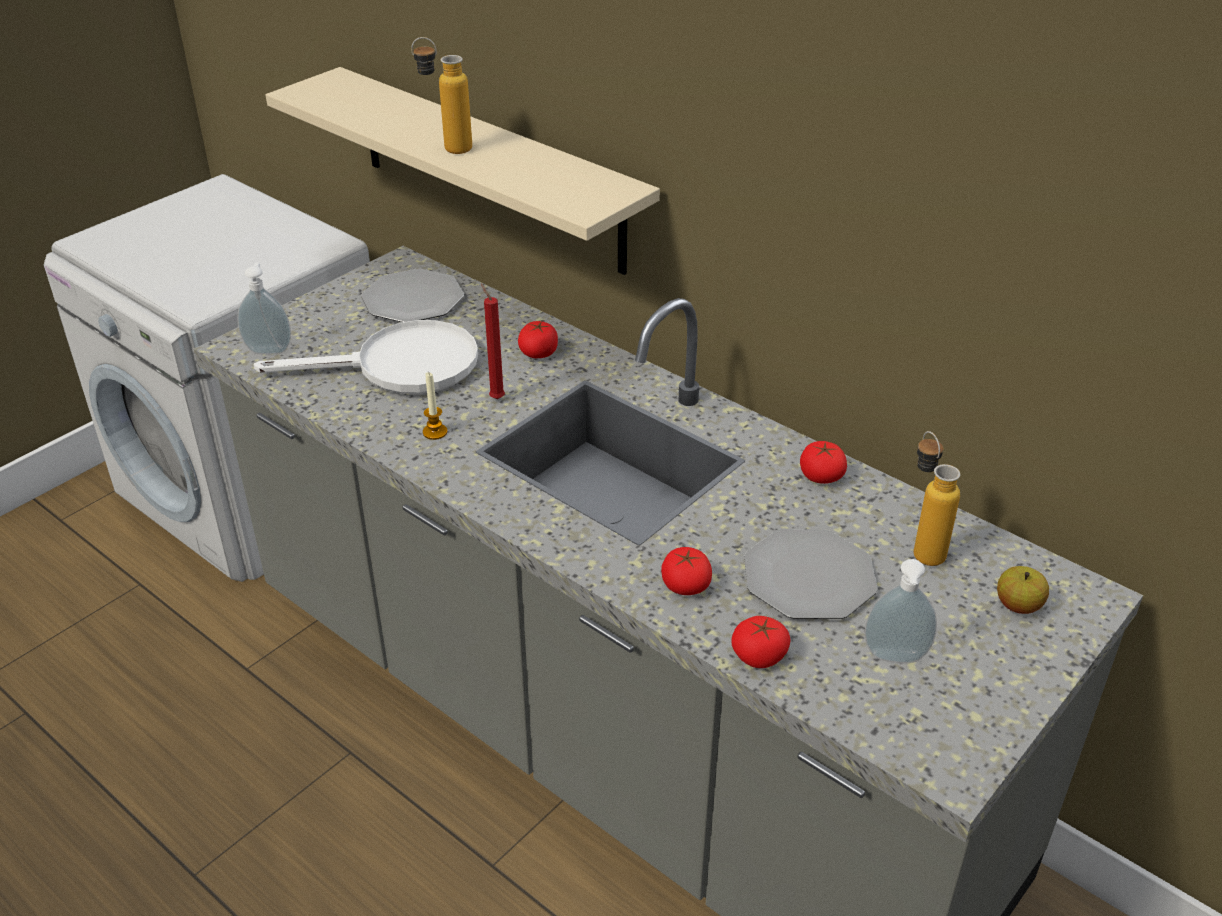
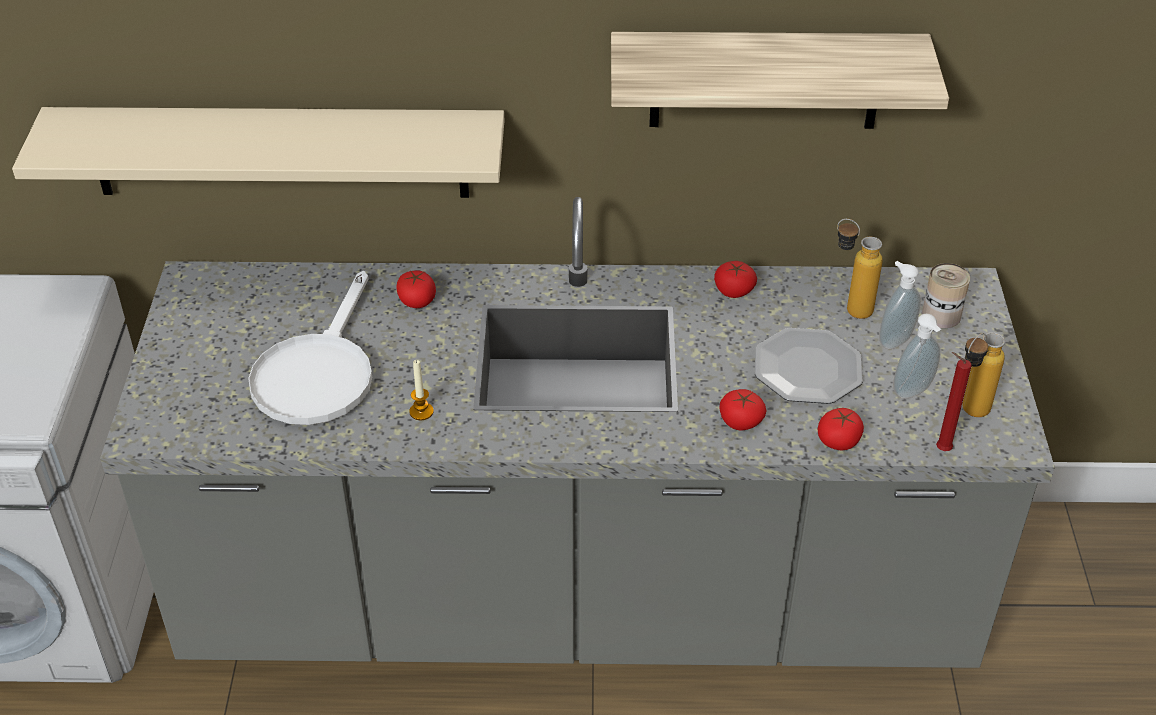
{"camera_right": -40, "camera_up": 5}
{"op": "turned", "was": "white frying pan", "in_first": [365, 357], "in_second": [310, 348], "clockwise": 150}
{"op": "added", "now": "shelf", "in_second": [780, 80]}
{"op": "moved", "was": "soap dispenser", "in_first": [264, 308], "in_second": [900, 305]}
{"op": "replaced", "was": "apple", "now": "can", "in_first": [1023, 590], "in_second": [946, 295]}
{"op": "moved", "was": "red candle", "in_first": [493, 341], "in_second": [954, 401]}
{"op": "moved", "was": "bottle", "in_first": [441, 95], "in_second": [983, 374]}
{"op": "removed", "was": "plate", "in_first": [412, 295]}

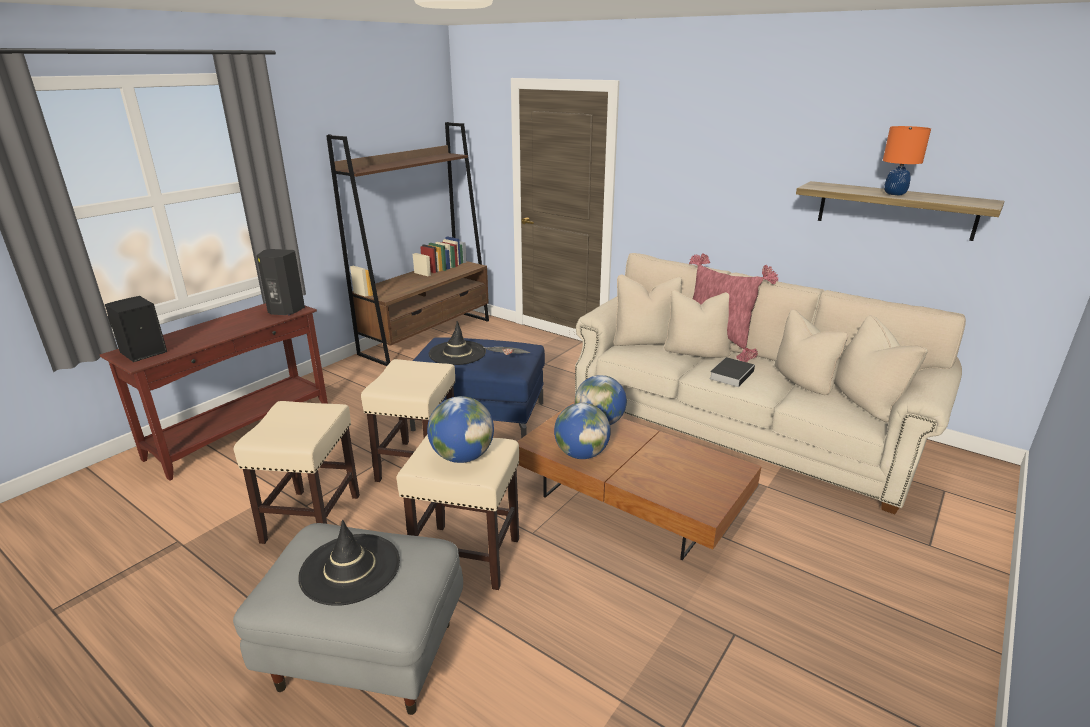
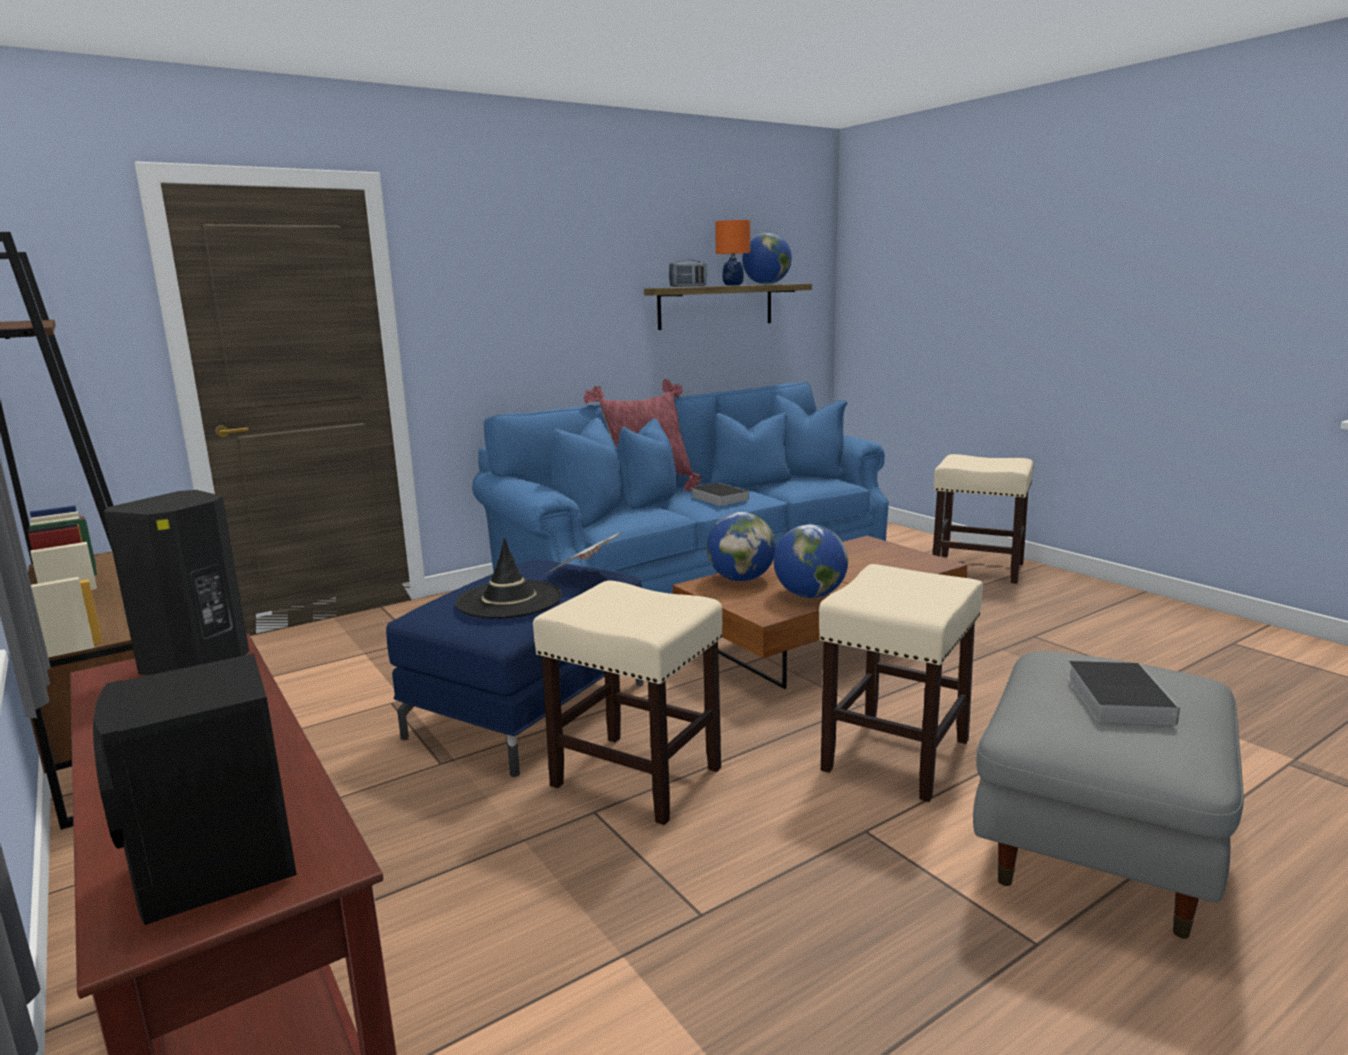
{"camera_right": -70, "camera_up": -10}
{"op": "recoloured", "was": "beige sofa", "now": "blue sofa", "in_first": [770, 383], "in_second": [680, 488]}
{"op": "added", "now": "radio", "in_second": [688, 273]}
{"op": "moved", "was": "globe", "in_first": [460, 429], "in_second": [767, 258]}
{"op": "moved", "was": "beige stool", "in_first": [297, 472], "in_second": [983, 519]}
{"op": "replaced", "was": "black hat", "now": "book", "in_first": [349, 563], "in_second": [1123, 693]}

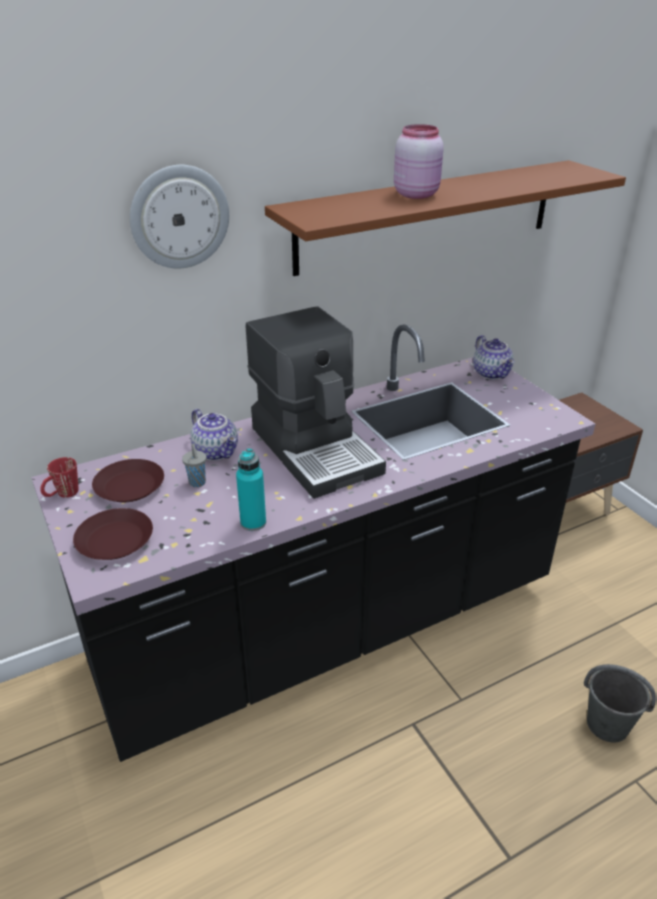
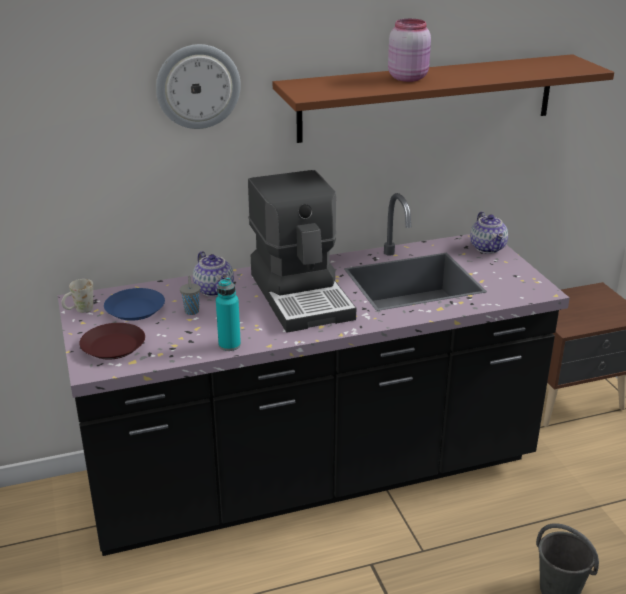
{"camera_right": 10, "camera_up": -5}
{"op": "recoloured", "was": "red mug", "now": "white mug", "in_first": [59, 477], "in_second": [77, 296]}
{"op": "recoloured", "was": "brown plate", "now": "blue plate", "in_first": [128, 480], "in_second": [134, 304]}

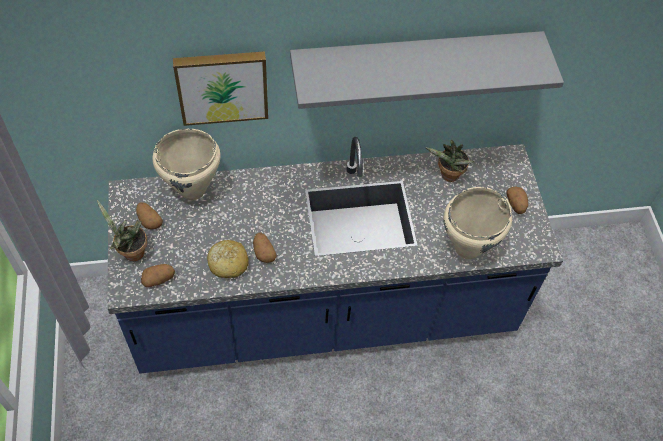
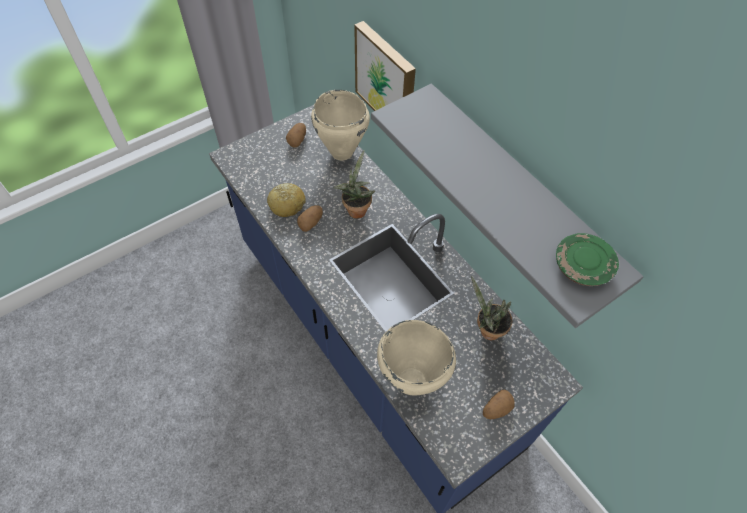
{"camera_right": 65, "camera_up": 0}
{"op": "moved", "was": "potted plant", "in_first": [122, 230], "in_second": [354, 184]}
{"op": "added", "now": "green plate", "in_second": [587, 259]}
{"op": "removed", "was": "potato", "in_first": [158, 275]}

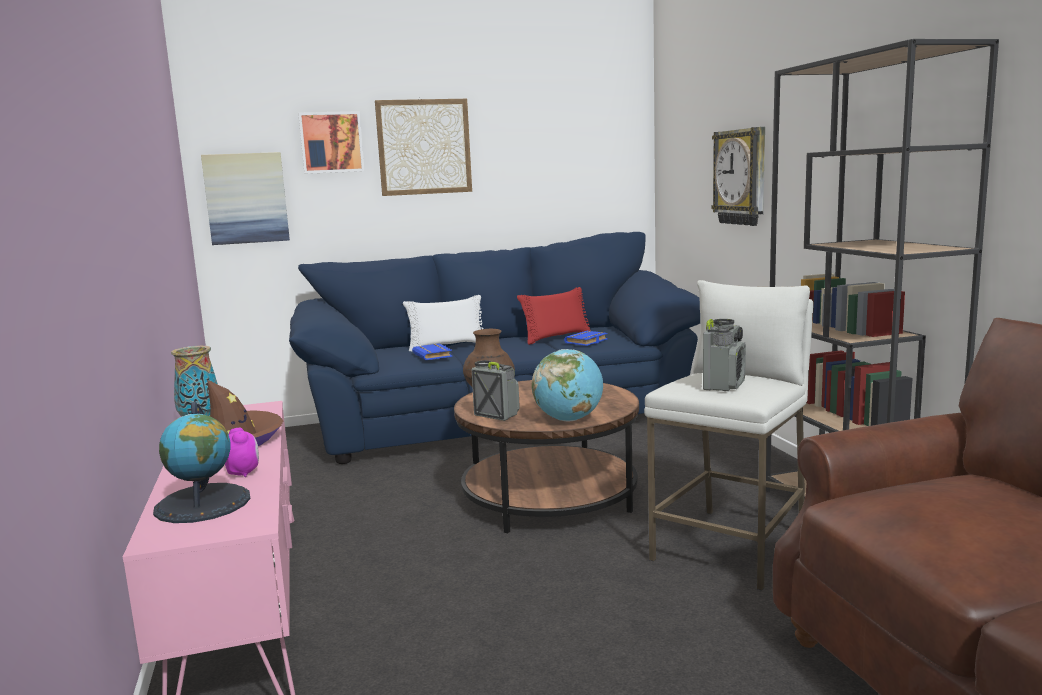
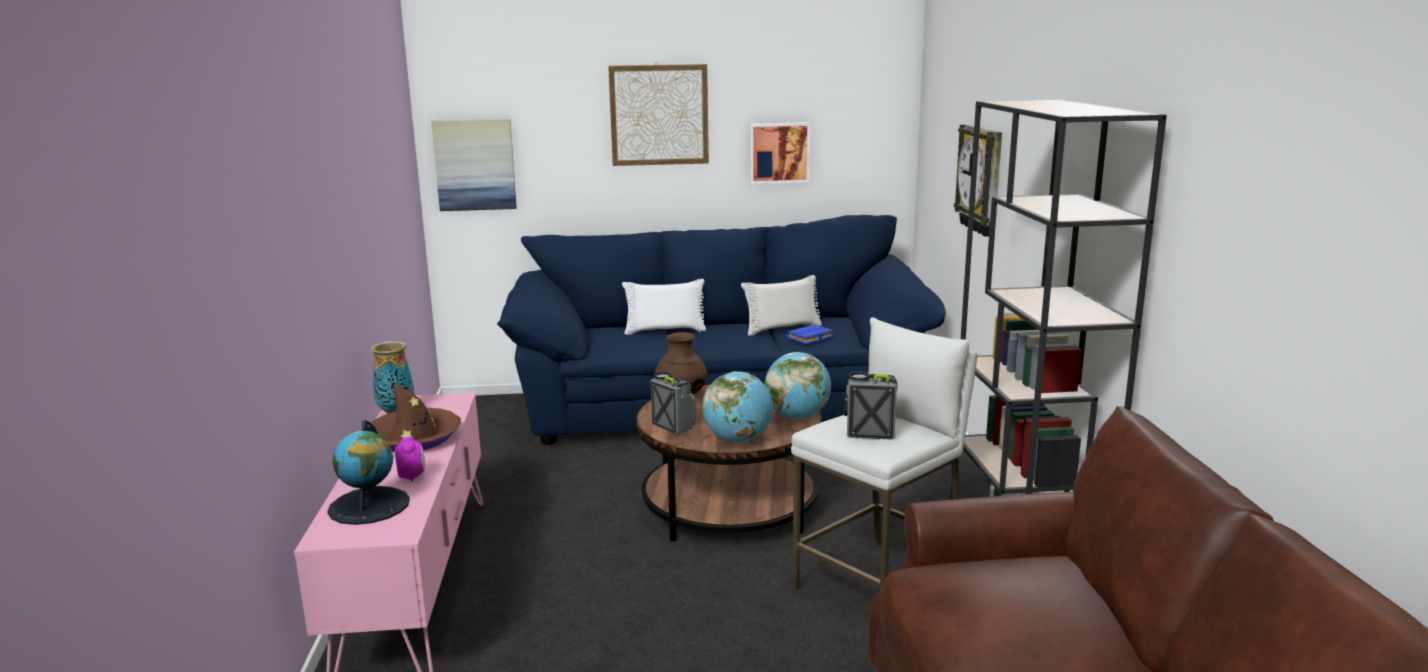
{"camera_right": 10, "camera_up": 5}
{"op": "recoloured", "was": "red pillow", "now": "white pillow", "in_first": [554, 316], "in_second": [781, 305]}
{"op": "moved", "was": "picture", "in_first": [331, 142], "in_second": [780, 153]}
{"op": "added", "now": "globe", "in_second": [798, 385]}
{"op": "turned", "was": "radio", "in_first": [724, 355], "in_second": [871, 405], "clockwise": -120}
{"op": "removed", "was": "blue book", "in_first": [432, 351]}

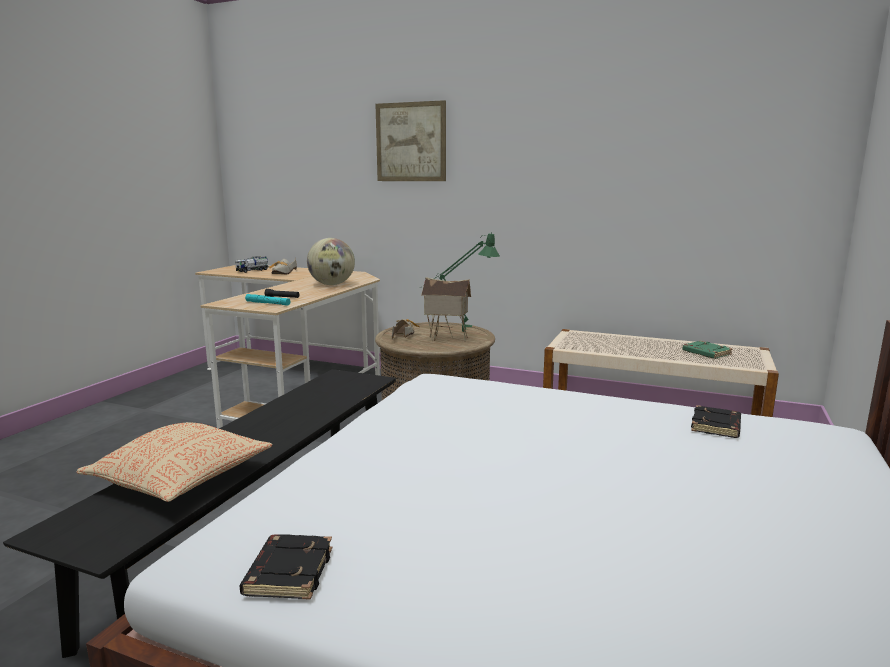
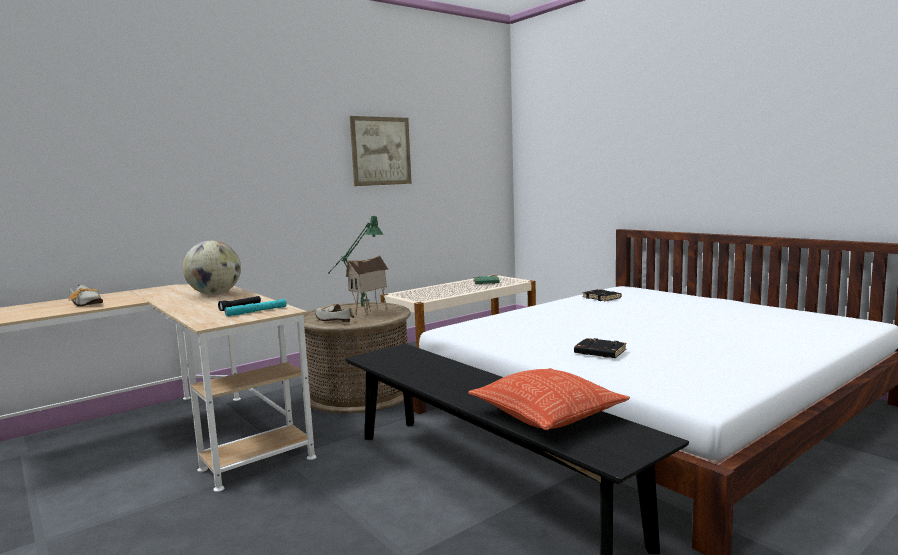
{"camera_right": -60, "camera_up": -5}
{"op": "moved", "was": "picture", "in_first": [410, 140], "in_second": [381, 151]}
{"op": "recoloured", "was": "beige pillow", "now": "orange pillow", "in_first": [174, 462], "in_second": [549, 399]}
{"op": "moved", "was": "black book", "in_first": [285, 567], "in_second": [600, 348]}
{"op": "removed", "was": "toy truck", "in_first": [253, 264]}

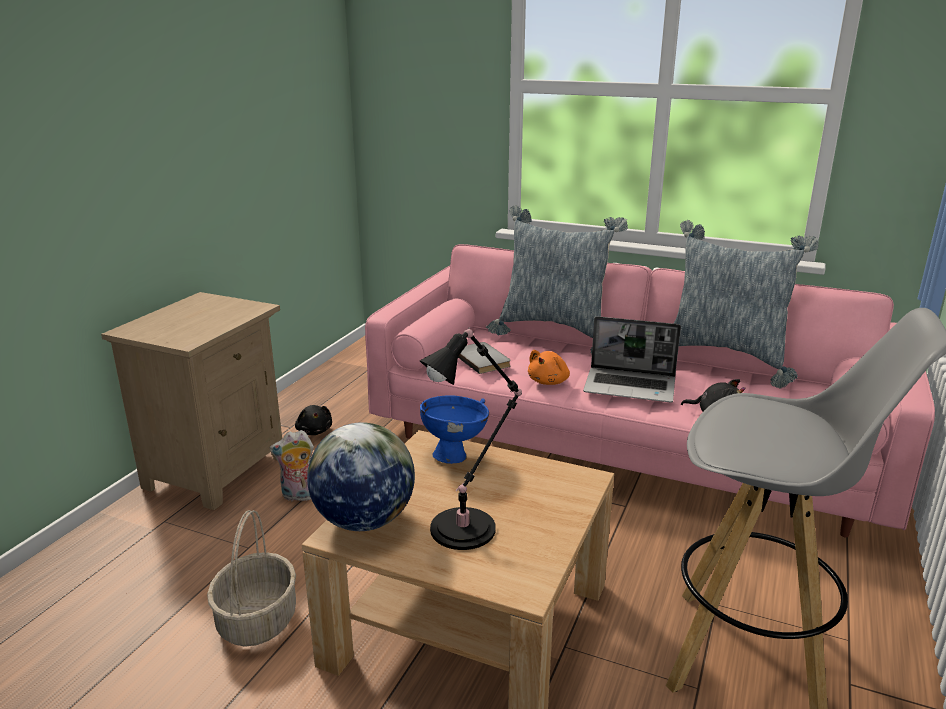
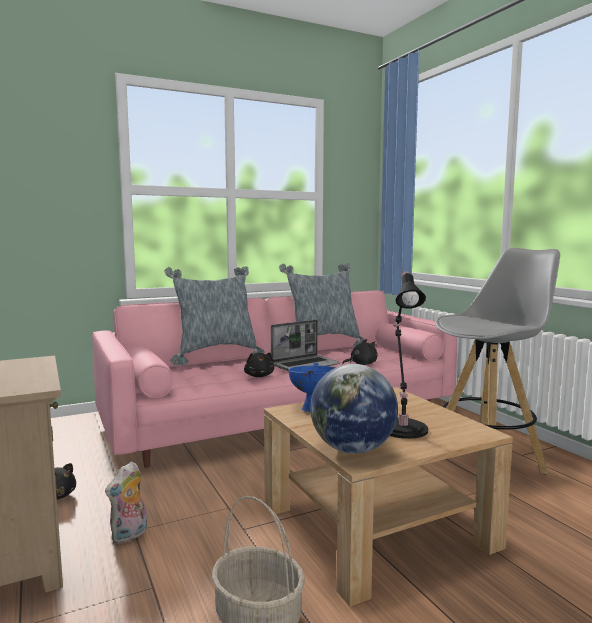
{"camera_right": -50, "camera_up": -15}
{"op": "recoloured", "was": "orange plush toy", "now": "black plush toy", "in_first": [549, 367], "in_second": [259, 365]}
{"op": "removed", "was": "grey book", "in_first": [484, 358]}

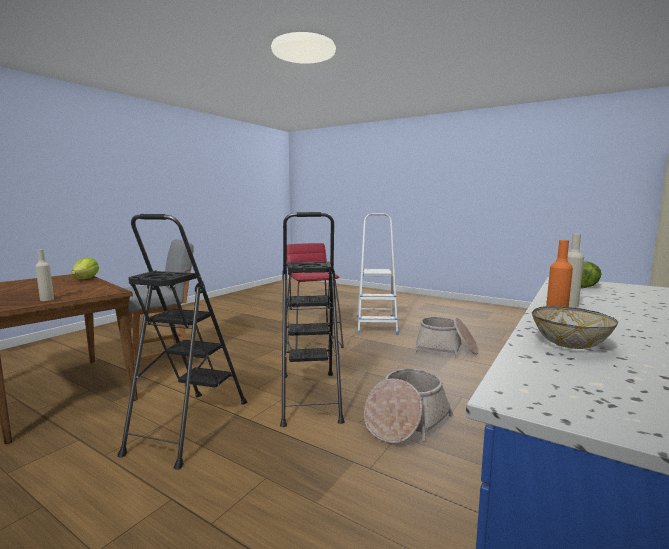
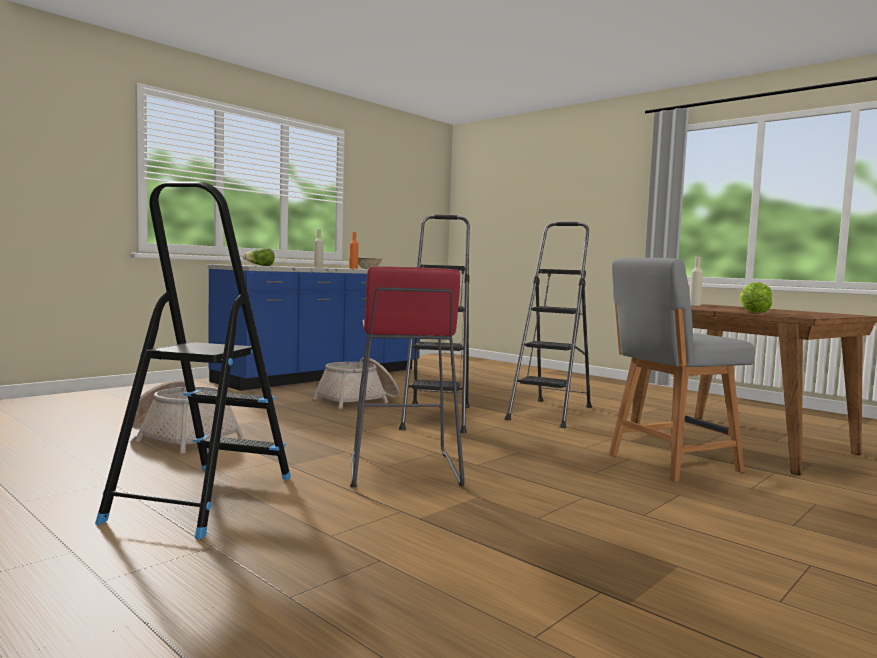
{"camera_right": -170, "camera_up": -5}
{"op": "recoloured", "was": "white step ladder", "now": "black step ladder", "in_first": [378, 274], "in_second": [193, 360]}

